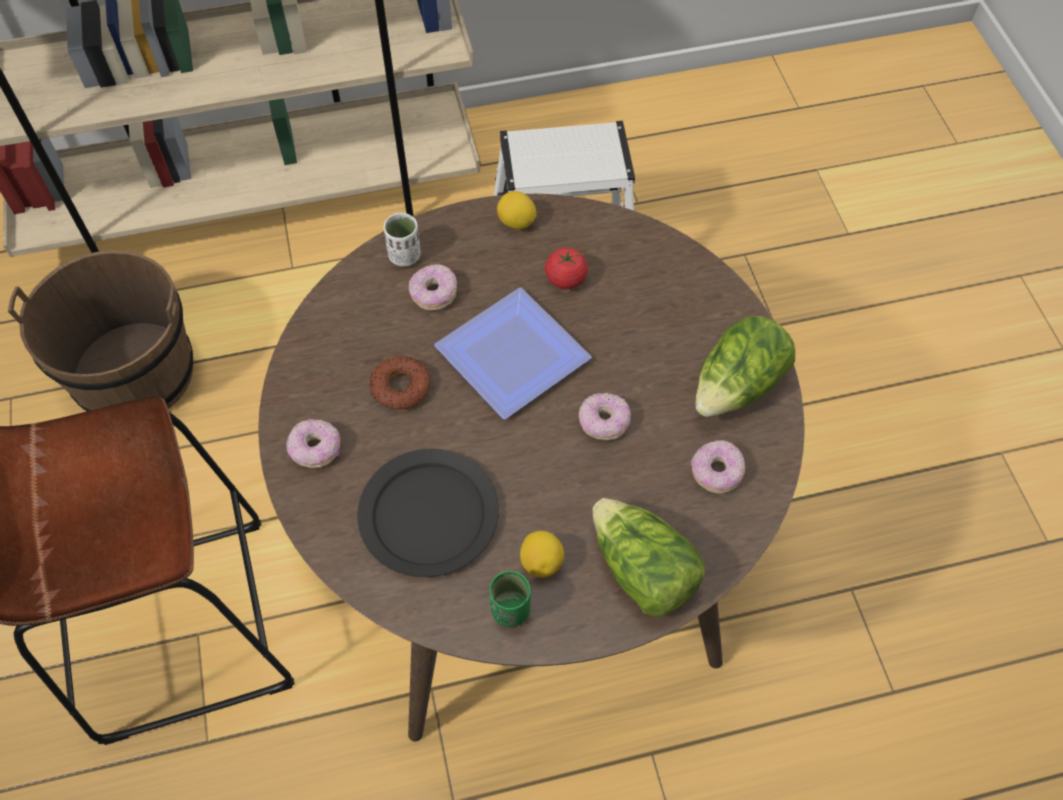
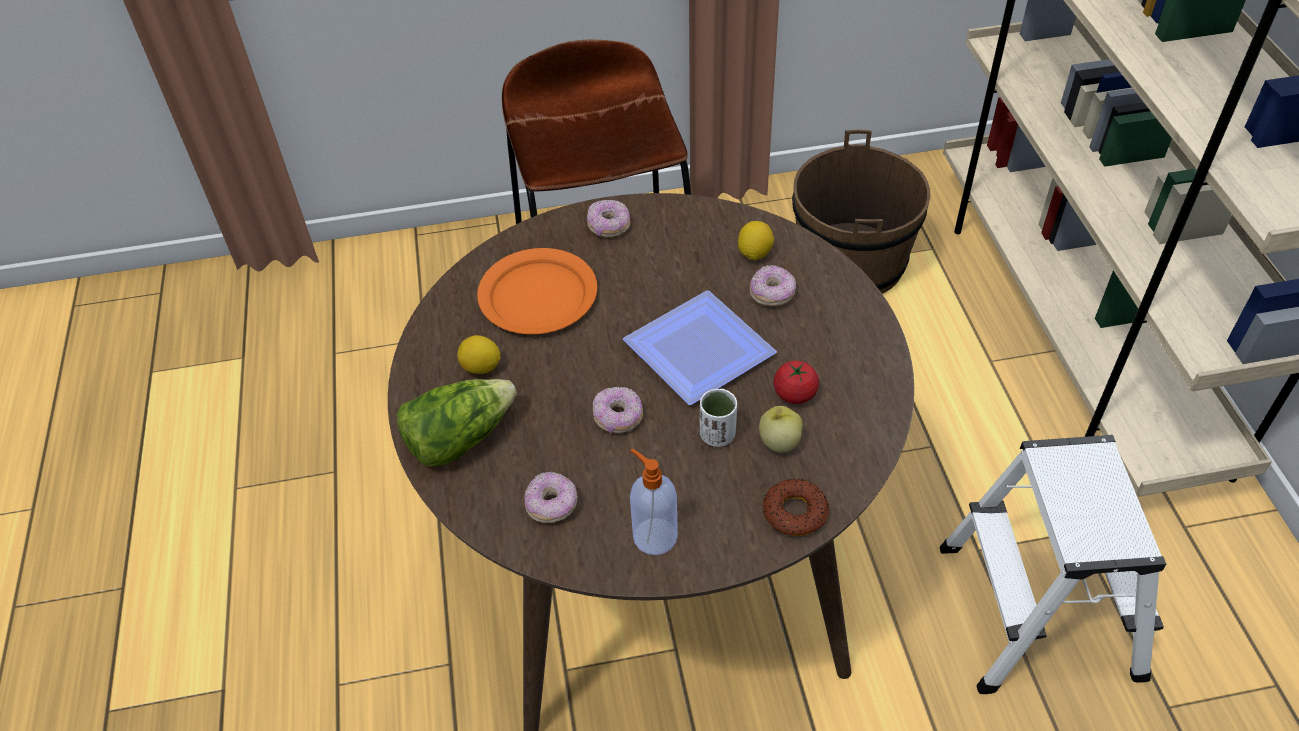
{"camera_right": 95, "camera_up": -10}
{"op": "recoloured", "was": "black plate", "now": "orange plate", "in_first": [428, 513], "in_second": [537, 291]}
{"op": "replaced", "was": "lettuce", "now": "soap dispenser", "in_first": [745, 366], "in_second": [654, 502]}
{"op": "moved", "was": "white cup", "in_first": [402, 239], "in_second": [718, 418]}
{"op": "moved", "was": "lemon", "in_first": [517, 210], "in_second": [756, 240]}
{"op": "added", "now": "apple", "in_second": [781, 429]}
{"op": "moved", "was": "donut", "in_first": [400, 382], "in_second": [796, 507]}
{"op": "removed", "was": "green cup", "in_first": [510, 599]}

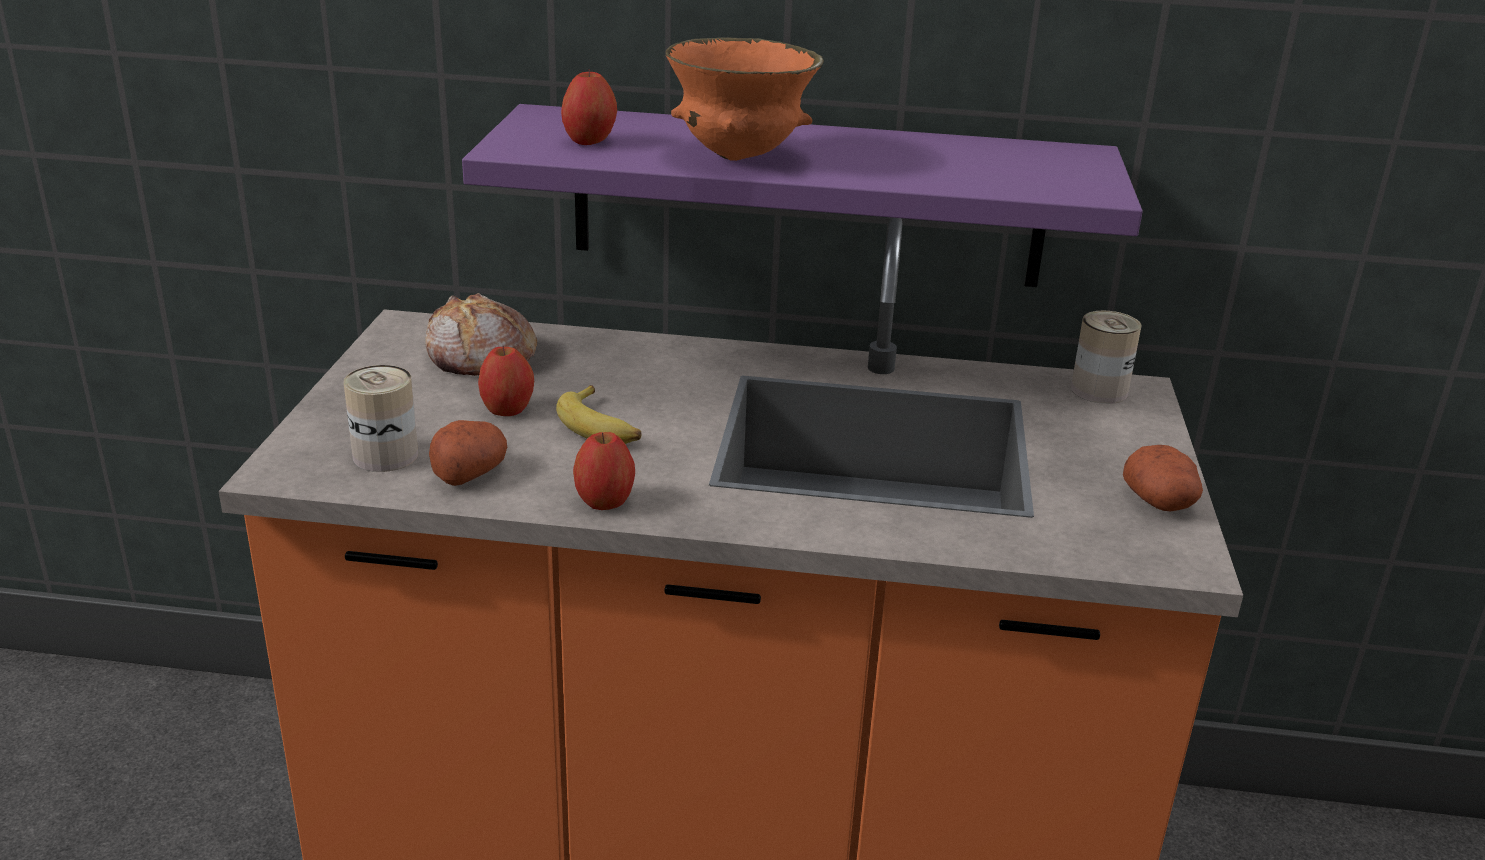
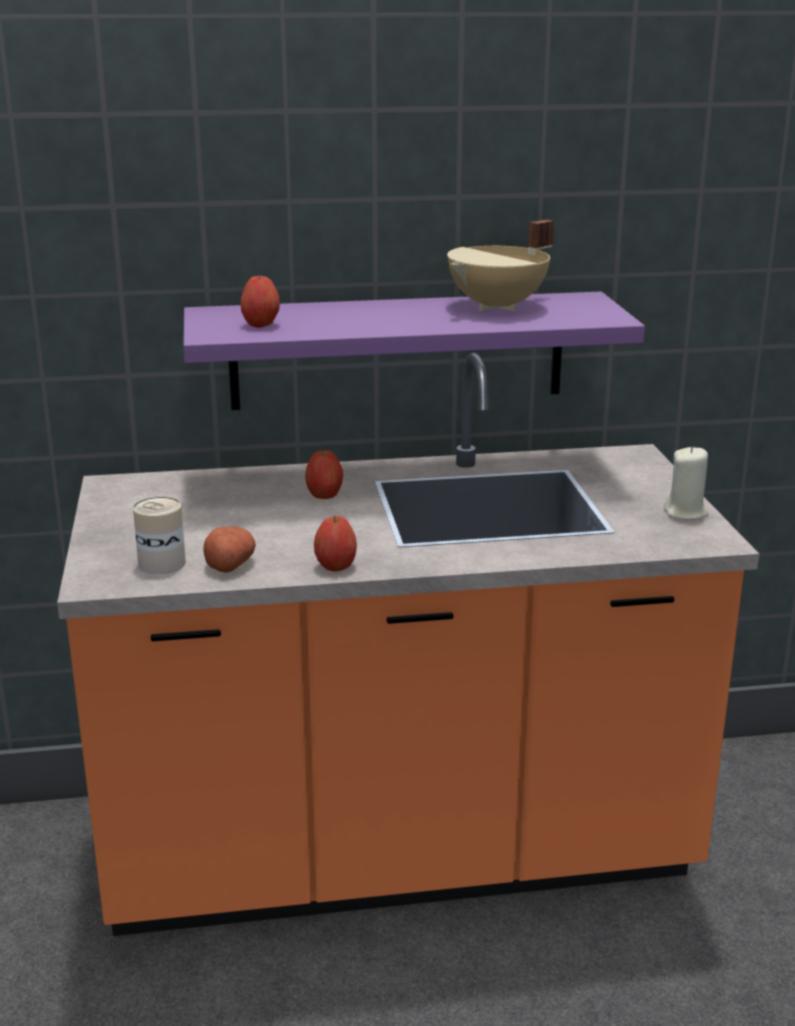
{"camera_right": -15, "camera_up": -5}
{"op": "moved", "was": "apple", "in_first": [506, 381], "in_second": [324, 474]}
{"op": "added", "now": "beige cooking pot", "in_second": [500, 265]}
{"op": "replaced", "was": "potato", "now": "beige candle", "in_first": [1163, 478], "in_second": [686, 483]}
{"op": "removed", "was": "bread", "in_first": [481, 334]}
{"op": "removed", "was": "banana", "in_first": [598, 414]}
{"op": "removed", "was": "orange bowl", "in_first": [744, 99]}
{"op": "removed", "was": "can", "in_first": [1106, 357]}

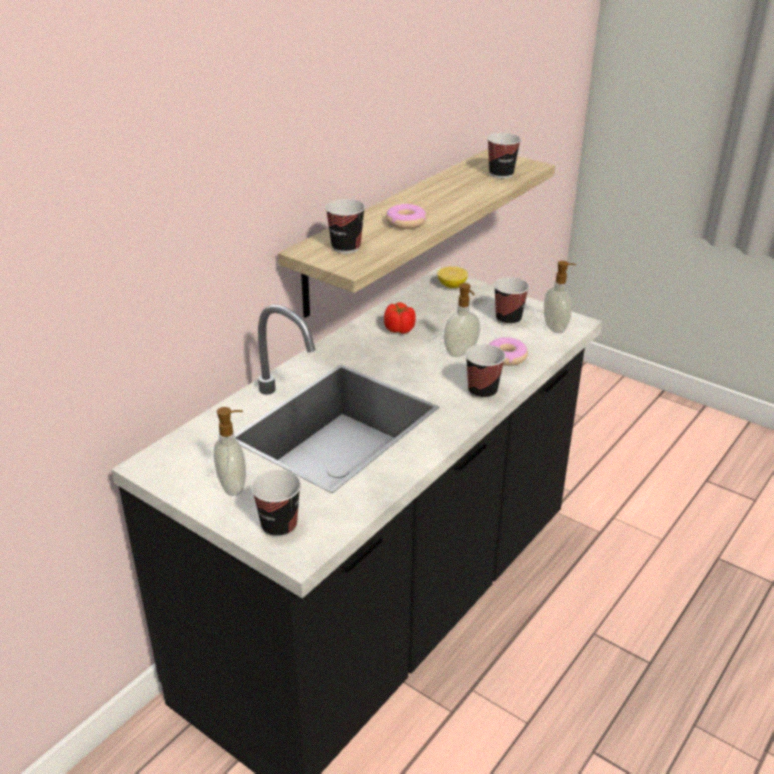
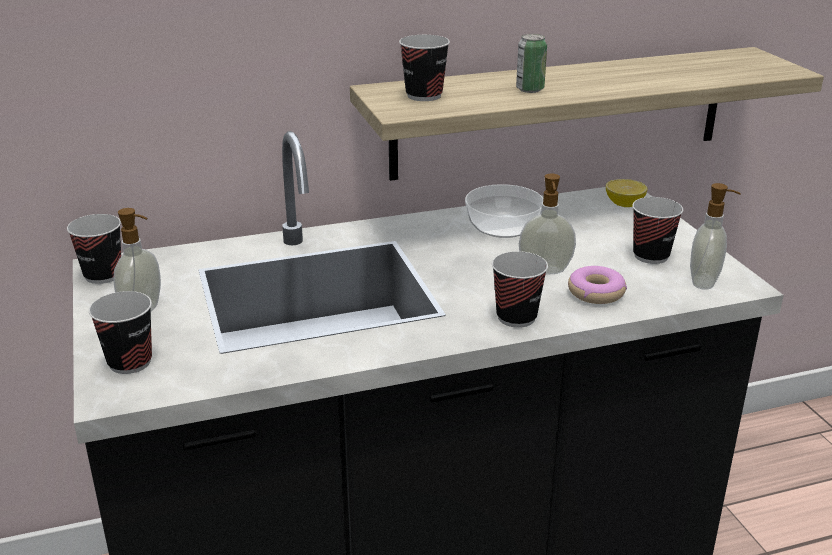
{"camera_right": 35, "camera_up": -5}
{"op": "moved", "was": "cup", "in_first": [504, 156], "in_second": [94, 249]}
{"op": "replaced", "was": "tomato", "now": "bowl", "in_first": [400, 318], "in_second": [504, 211]}
{"op": "replaced", "was": "donut", "now": "can", "in_first": [406, 216], "in_second": [531, 63]}

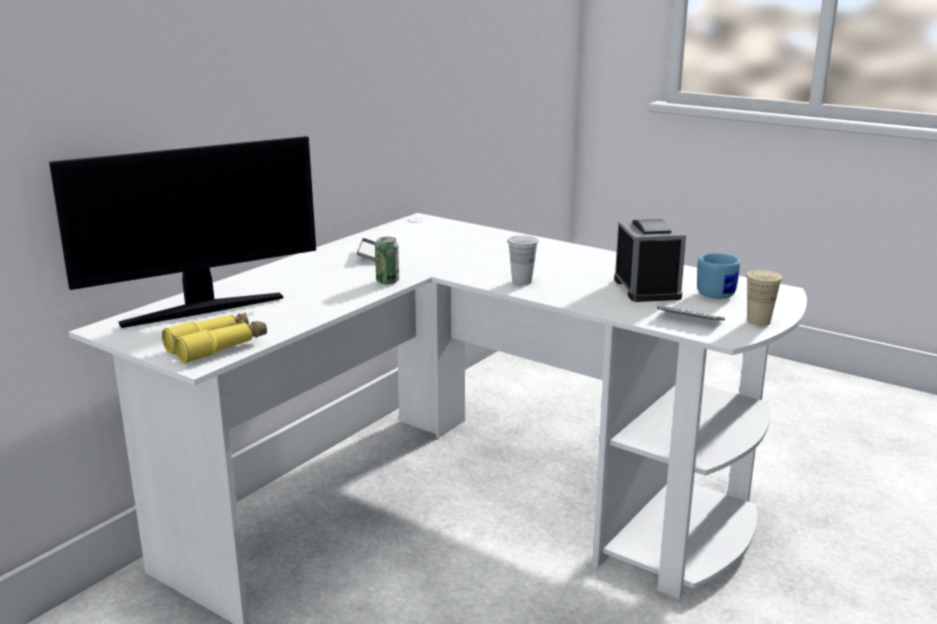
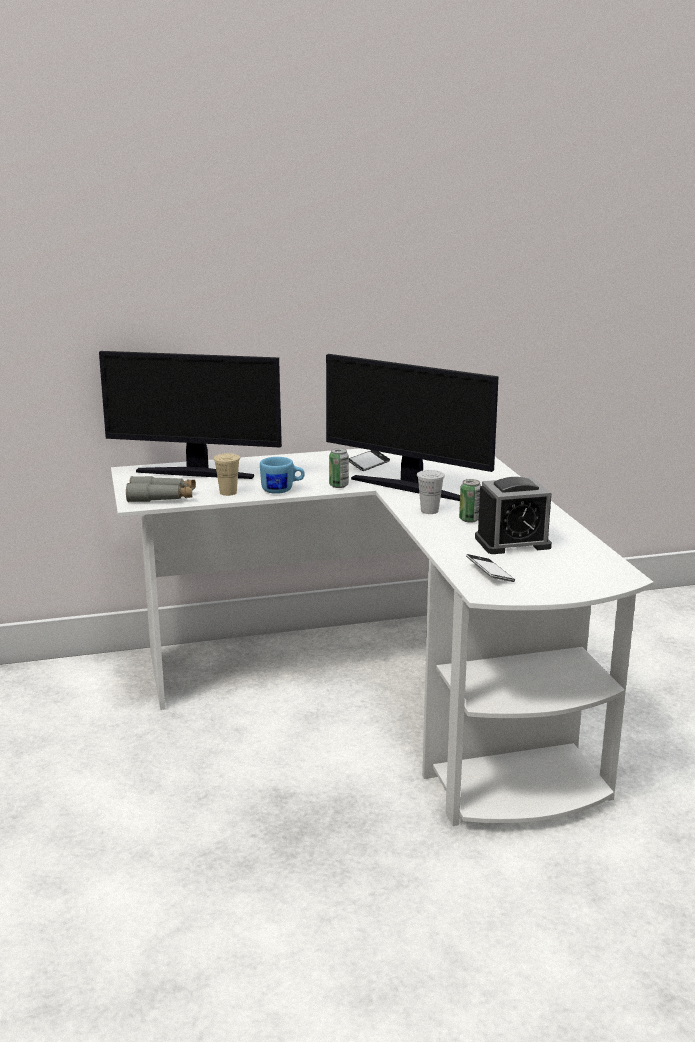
{"camera_right": 40, "camera_up": 0}
{"op": "recoloured", "was": "yellow binoculars", "now": "grey binoculars", "in_first": [214, 338], "in_second": [161, 489]}
{"op": "moved", "was": "beige cup", "in_first": [764, 298], "in_second": [226, 474]}
{"op": "moved", "was": "blue mug", "in_first": [718, 276], "in_second": [282, 475]}
{"op": "added", "now": "monitor", "in_second": [412, 427]}
{"op": "added", "now": "can", "in_second": [470, 501]}
{"op": "turned", "was": "alarm clock", "in_first": [650, 260], "in_second": [513, 515], "clockwise": 45}

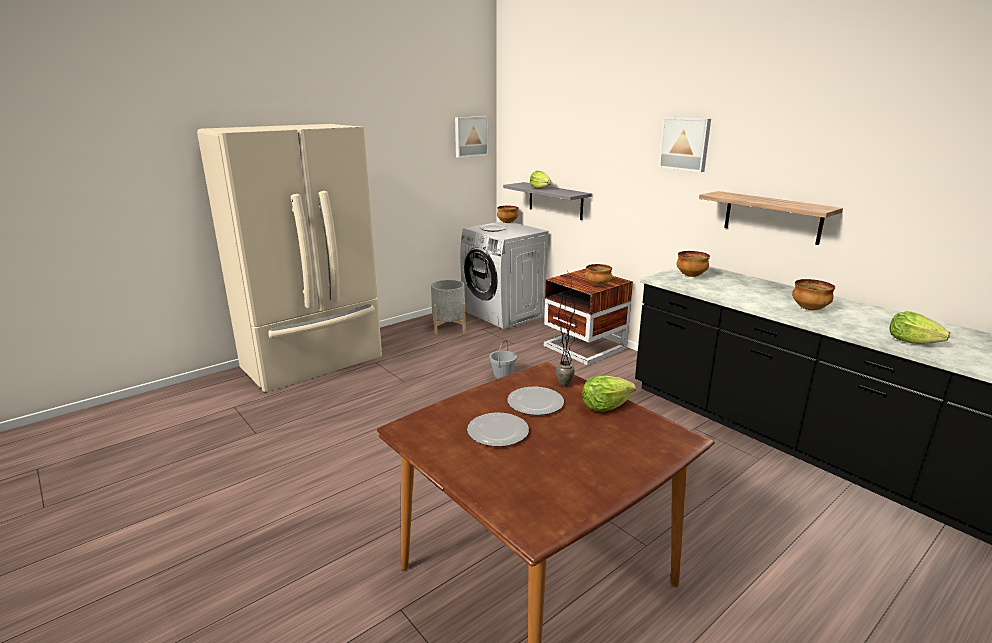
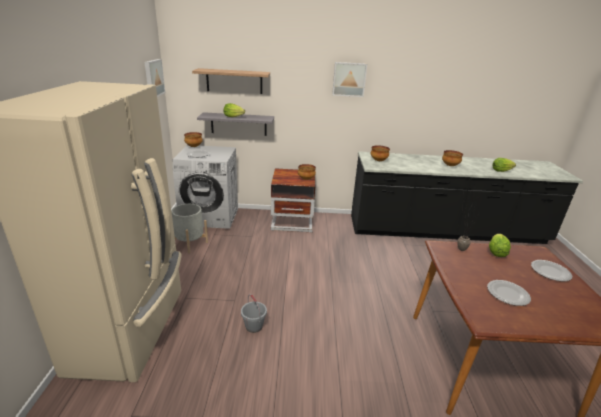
{"camera_right": -50, "camera_up": 5}
{"op": "moved", "was": "shelf", "in_first": [771, 218], "in_second": [231, 81]}
{"op": "moved", "was": "grey bucket", "in_first": [503, 359], "in_second": [254, 313]}
{"op": "moved", "was": "plate", "in_first": [535, 401], "in_second": [551, 270]}

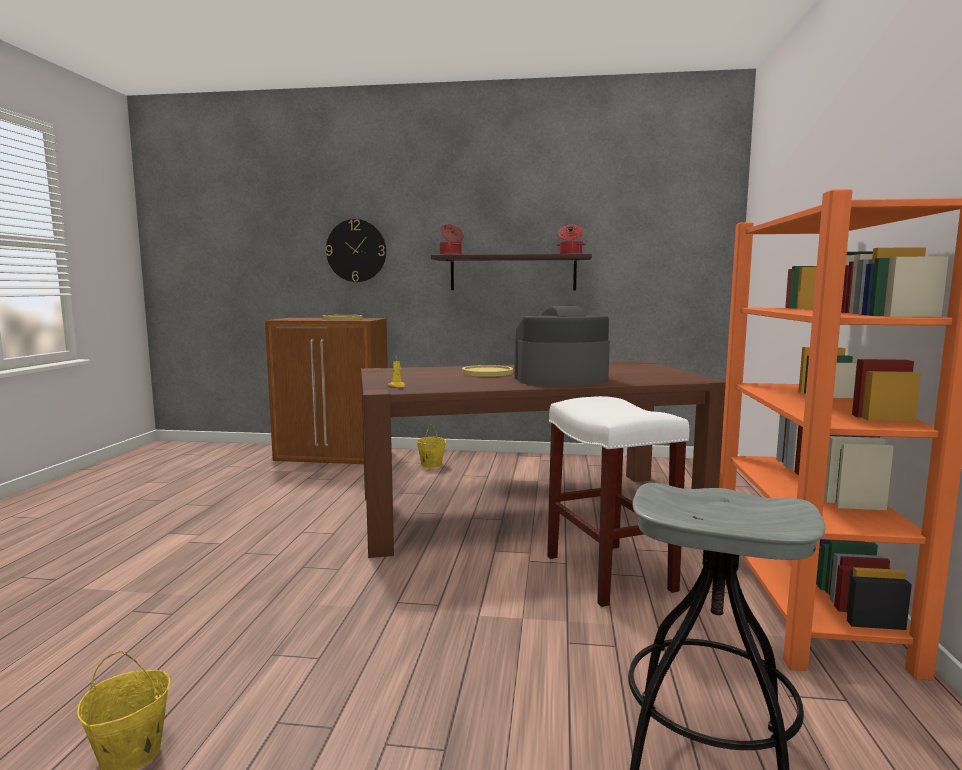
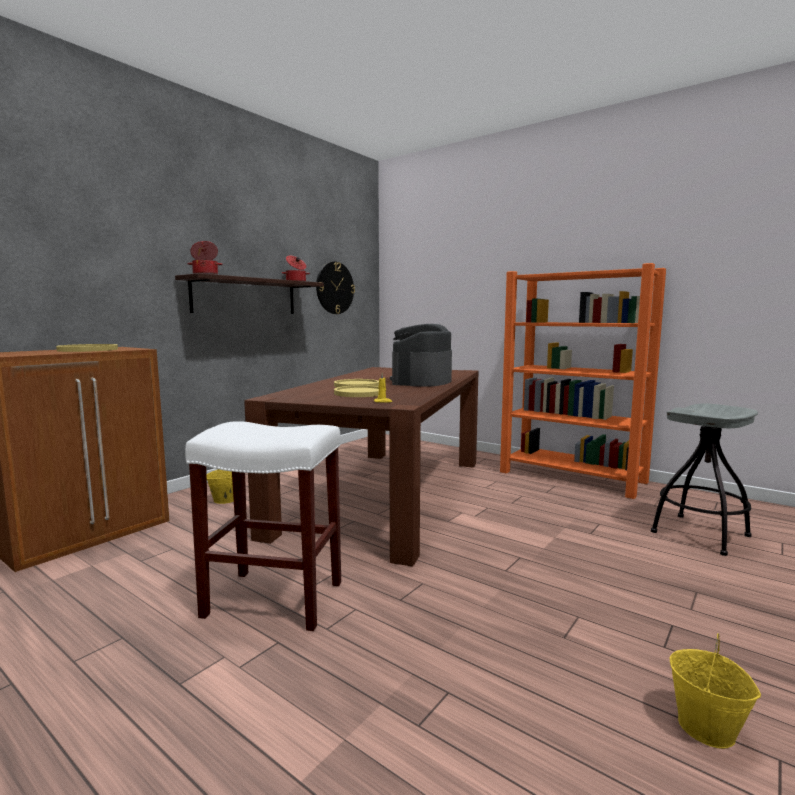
{"camera_right": -60, "camera_up": 0}
{"op": "moved", "was": "white stool", "in_first": [618, 501], "in_second": [263, 526]}
{"op": "moved", "was": "wall clock", "in_first": [356, 250], "in_second": [335, 288]}
{"op": "added", "now": "yellow plate", "in_second": [356, 391]}

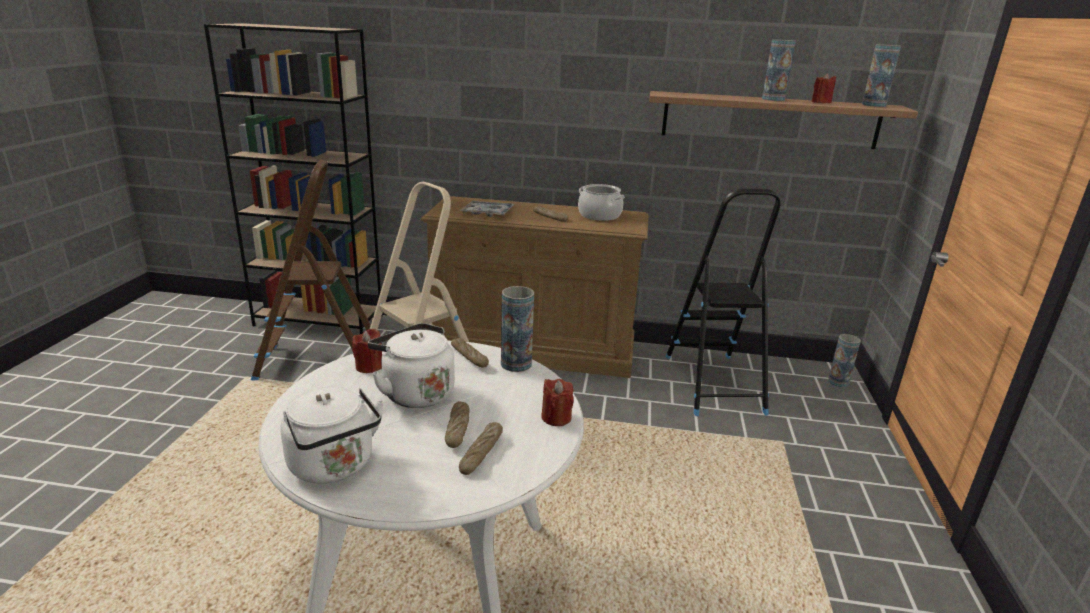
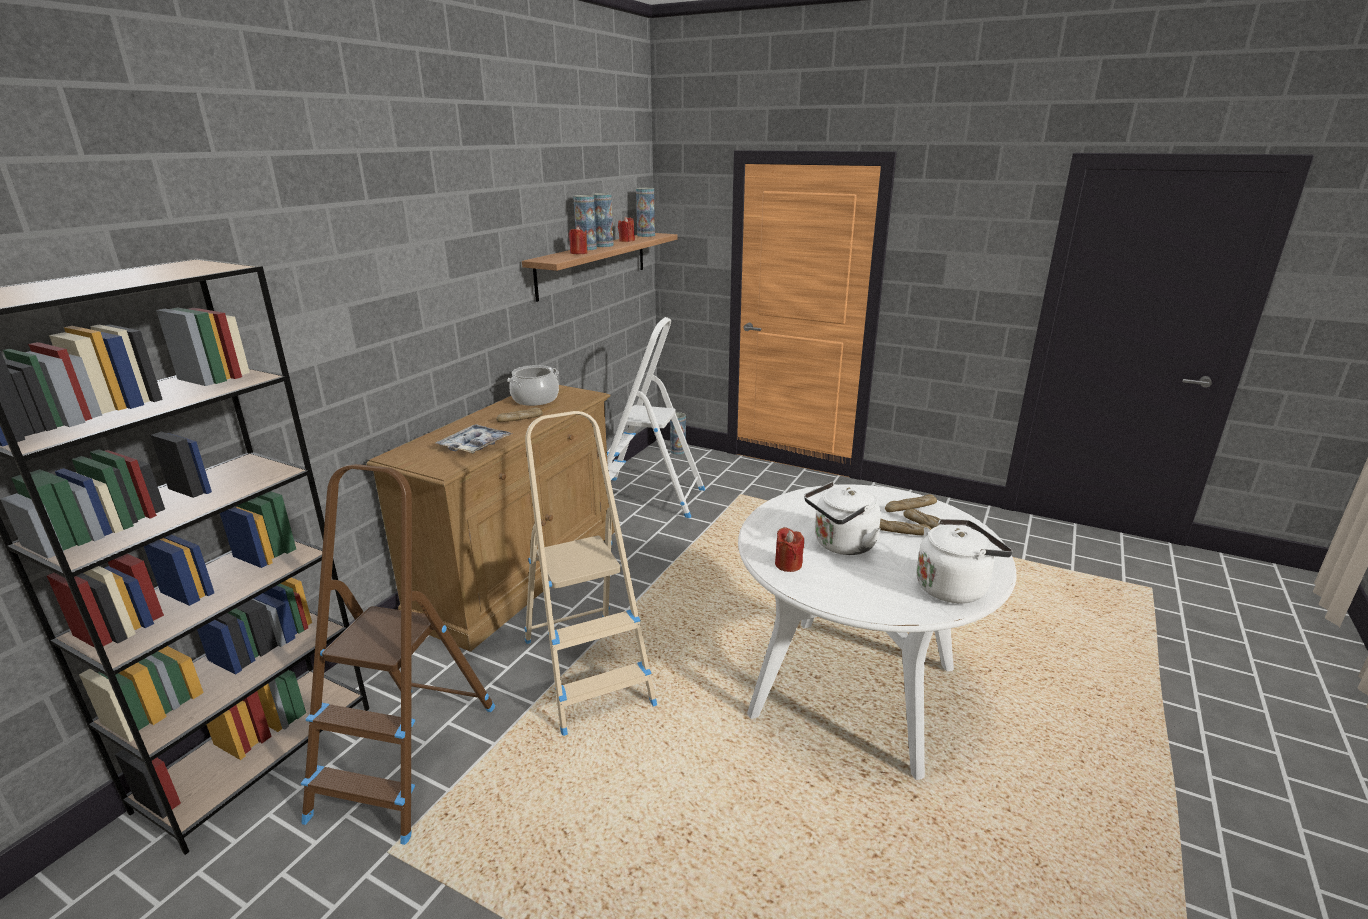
{"camera_right": -70, "camera_up": 0}
{"op": "moved", "was": "red candle", "in_first": [557, 402], "in_second": [578, 240]}
{"op": "moved", "was": "vase", "in_first": [517, 329], "in_second": [585, 223]}
{"op": "recoloured", "was": "black step ladder", "now": "white step ladder", "in_first": [723, 302], "in_second": [656, 417]}
{"op": "moved", "was": "bread", "in_first": [470, 353], "in_second": [911, 503]}

